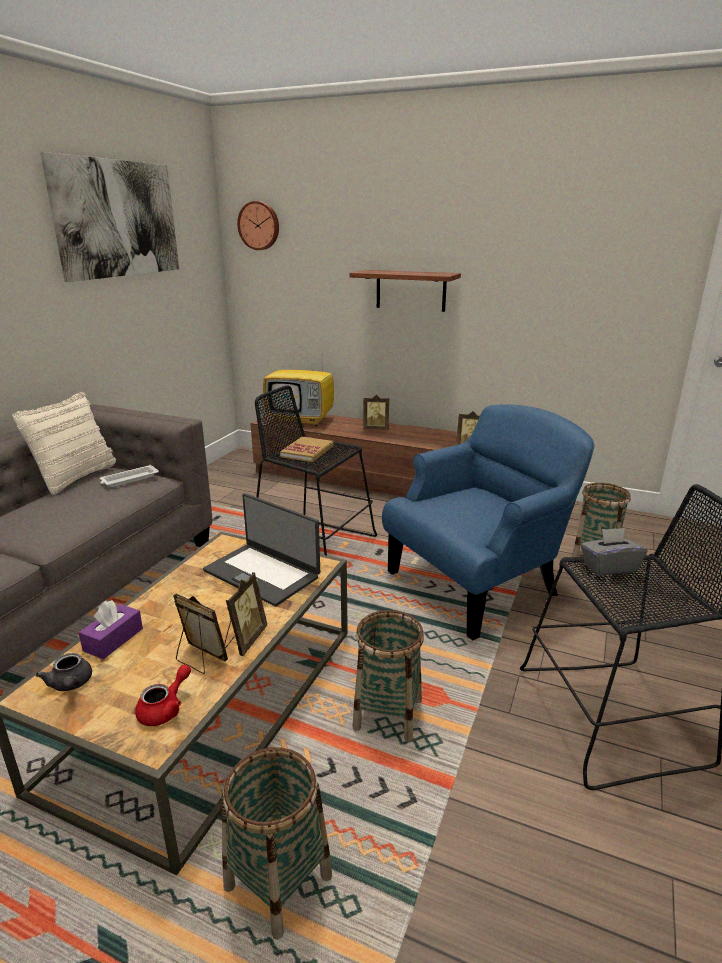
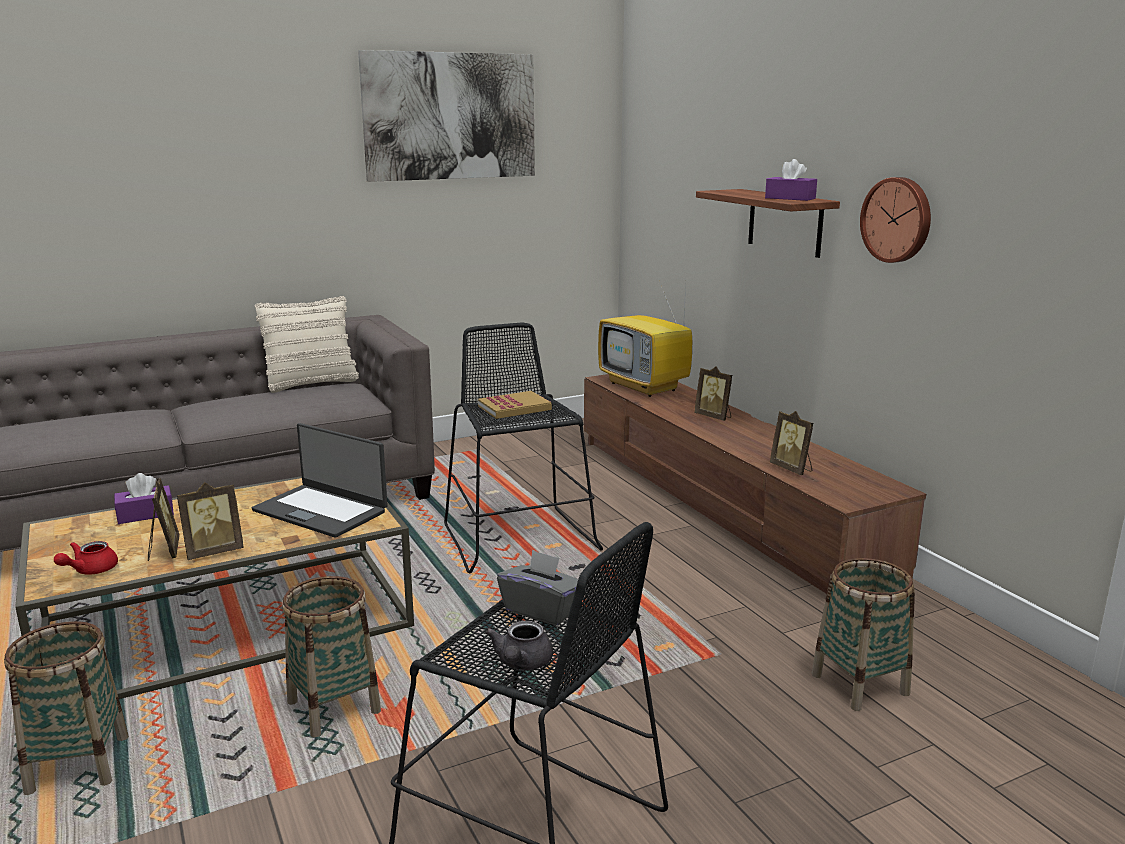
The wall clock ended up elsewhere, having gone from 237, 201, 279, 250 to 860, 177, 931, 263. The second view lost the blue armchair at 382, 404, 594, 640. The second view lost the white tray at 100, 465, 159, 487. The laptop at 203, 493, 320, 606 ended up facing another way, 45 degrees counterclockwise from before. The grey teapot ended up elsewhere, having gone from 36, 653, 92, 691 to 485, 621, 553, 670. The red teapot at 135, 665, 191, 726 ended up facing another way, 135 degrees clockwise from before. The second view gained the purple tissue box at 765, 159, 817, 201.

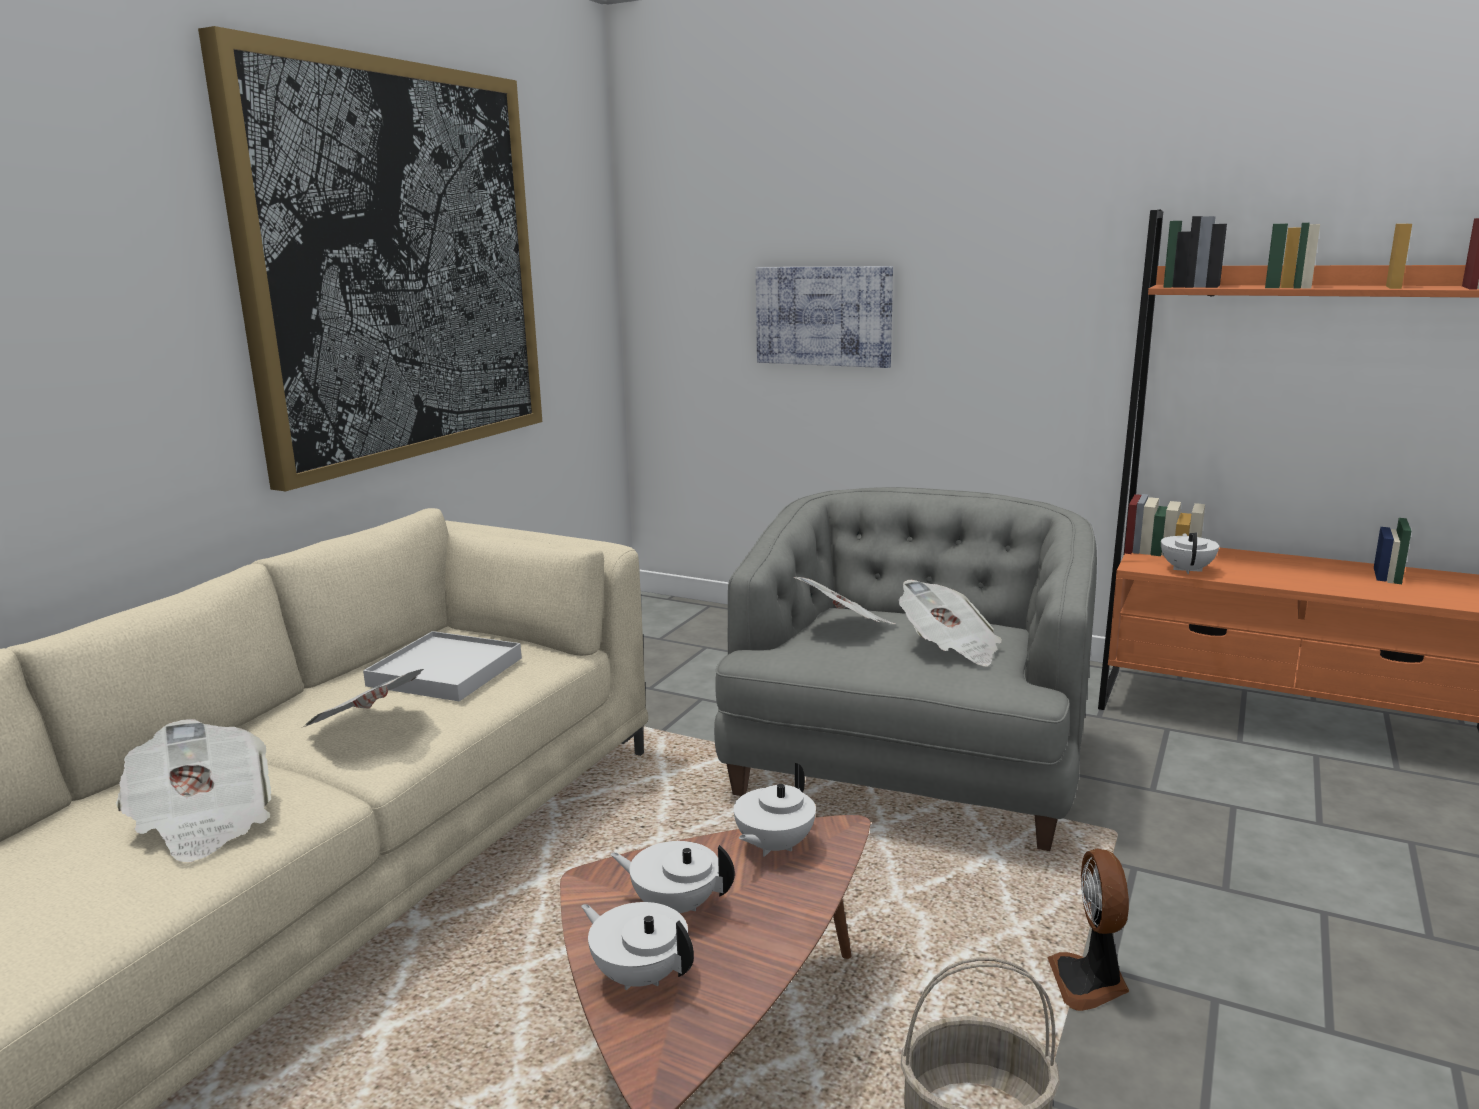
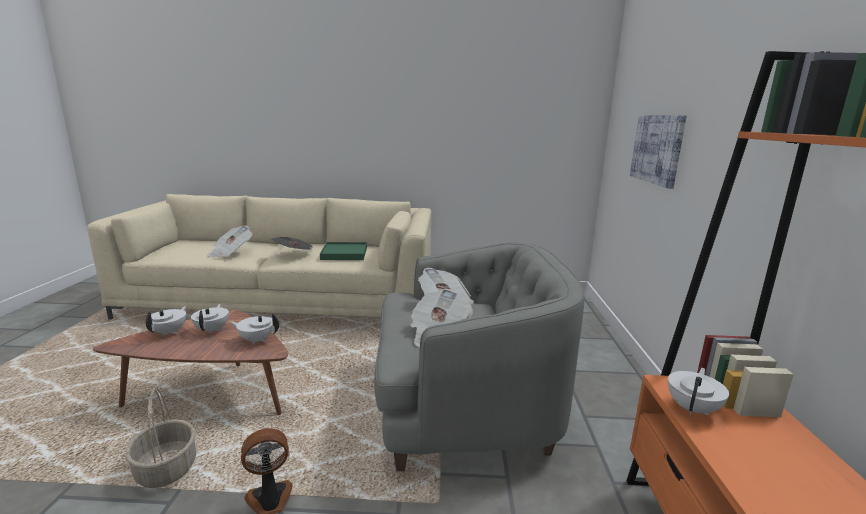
The second view lost the picture at 198, 26, 542, 491. The white teapot at 1161, 532, 1219, 574 ended up facing another way, 45 degrees counterclockwise from before. What was the white tray at 363, 631, 522, 701 turned into the green tray at 320, 242, 367, 260.

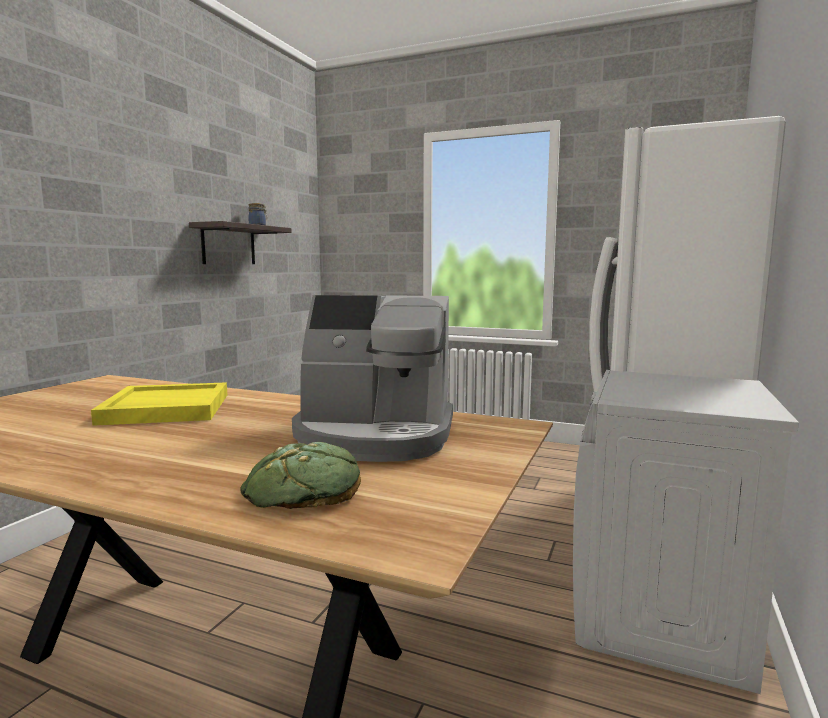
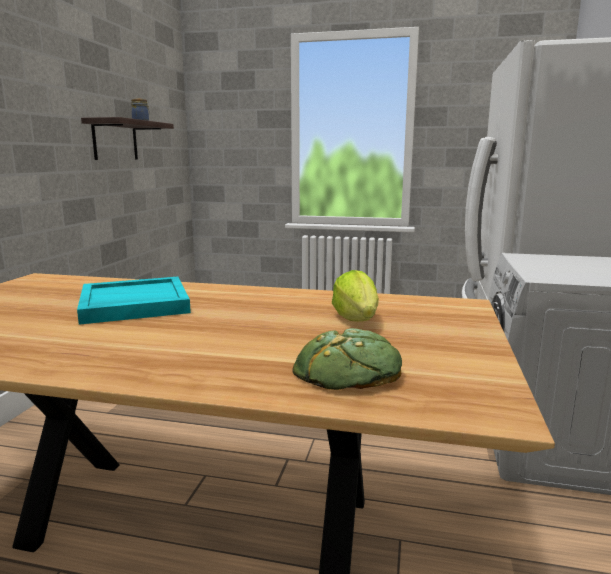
Where the coffee machine stood at 292, 295, 453, 462, the lettuce came to stand at 332, 270, 379, 321. What was the yellow tray at 91, 382, 227, 426 turned into the turquoise tray at 77, 277, 191, 325.

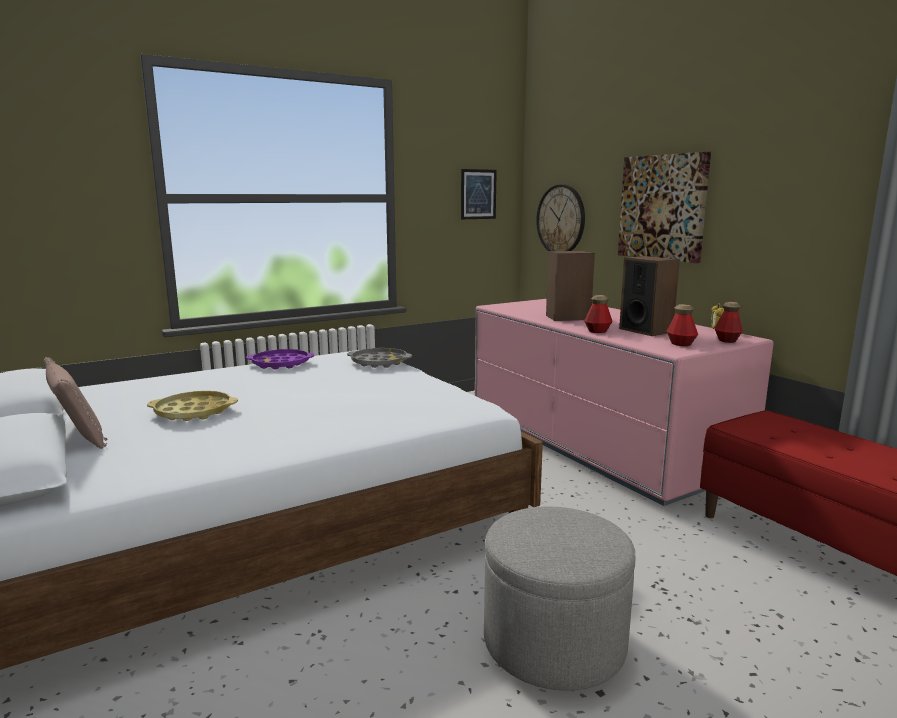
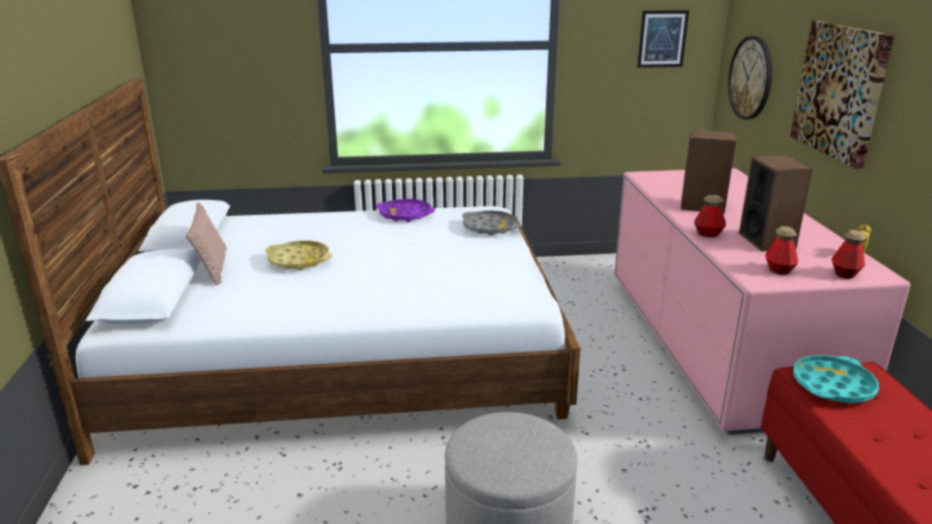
The second view gained the turquoise tray at 793, 355, 879, 403.

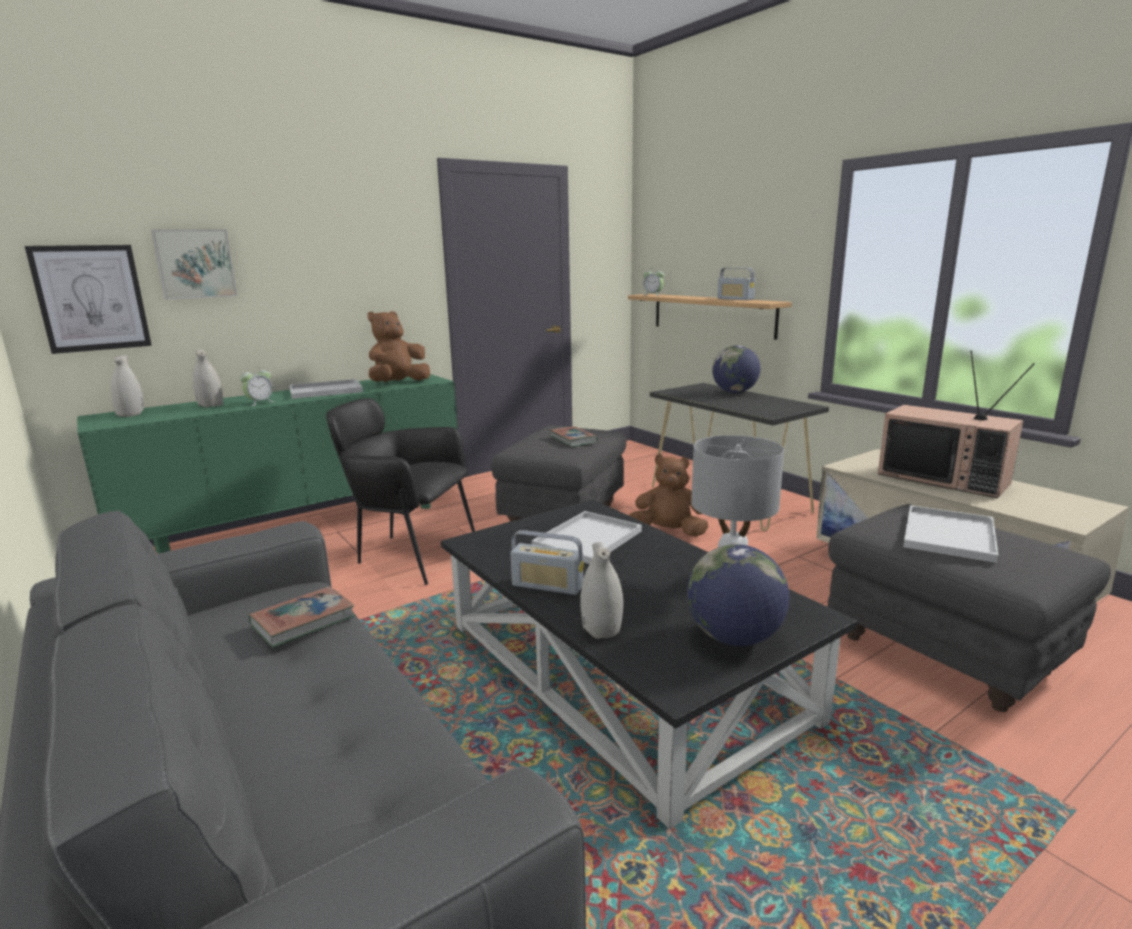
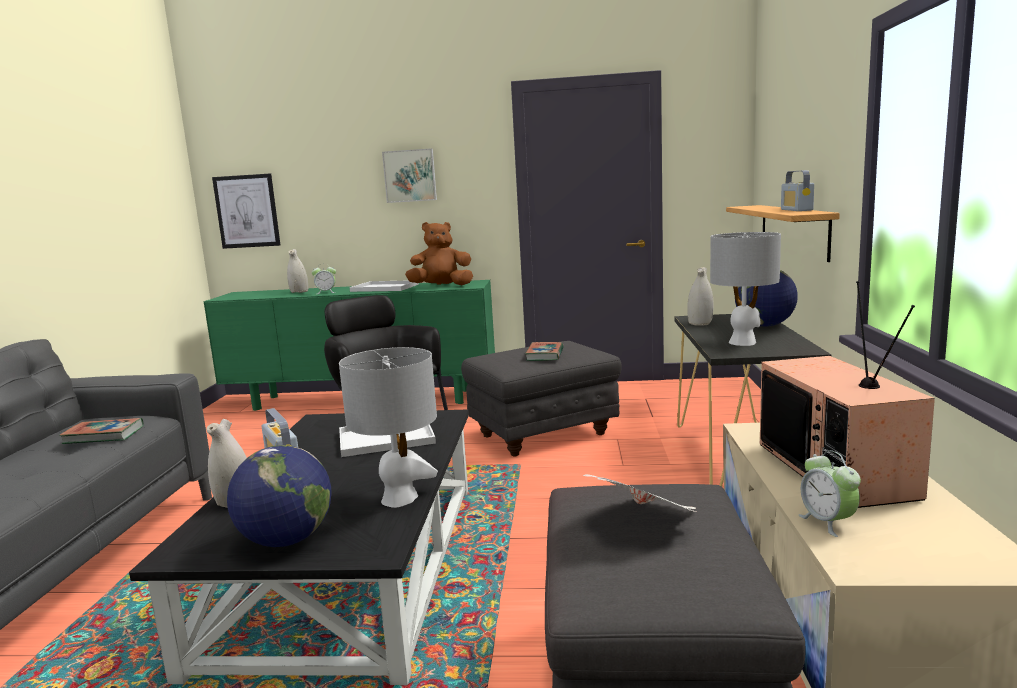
The picture ended up elsewhere, having gone from 151, 230, 237, 300 to 382, 148, 437, 203. The alarm clock ended up elsewhere, having gone from 643, 267, 665, 296 to 799, 450, 861, 537. The white vase ended up elsewhere, having gone from 111, 355, 144, 417 to 687, 267, 714, 326. The second view lost the brown plush toy at 628, 454, 708, 537. Where the white tray stood at 903, 505, 998, 563, the newspaper came to stand at 583, 474, 696, 512. The second view gained the grey table lamp at 710, 232, 781, 346.

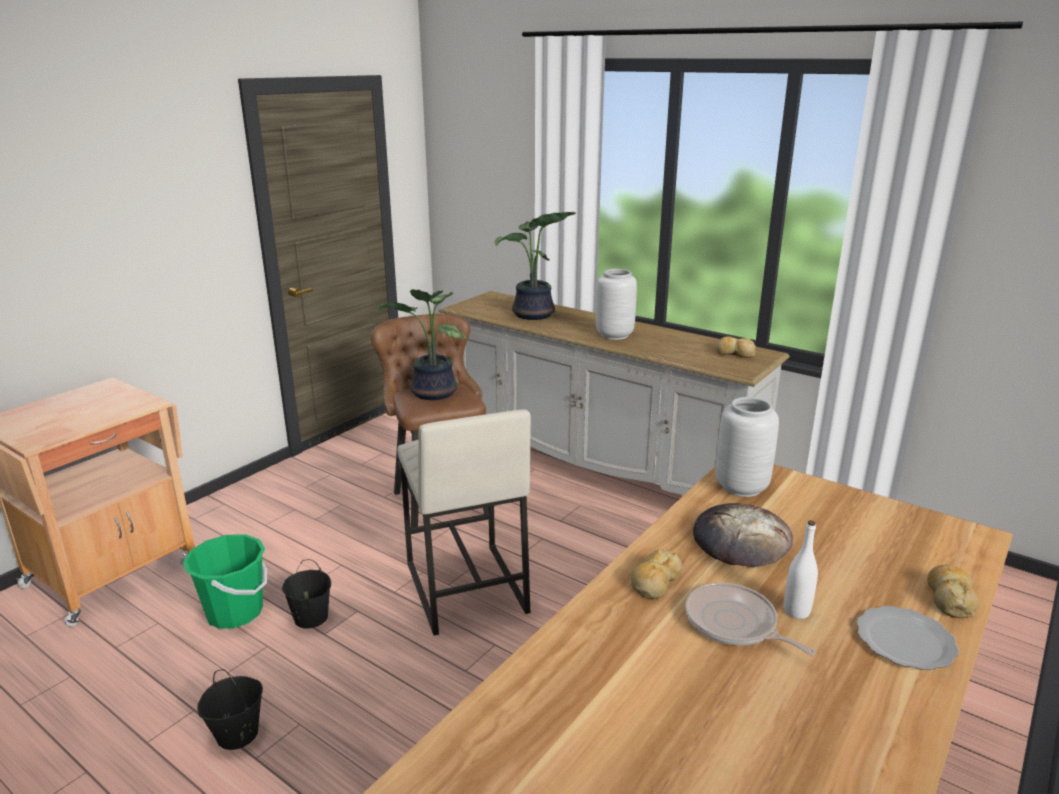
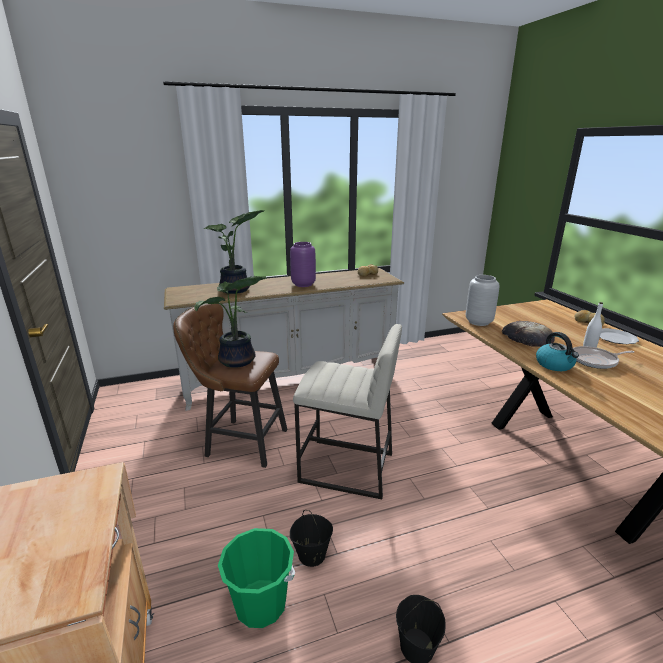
What was the grey vase at 596, 269, 637, 340 turned into the purple vase at 290, 242, 316, 287. Where the bread stood at 631, 549, 682, 599, the kettle came to stand at 536, 332, 579, 371.

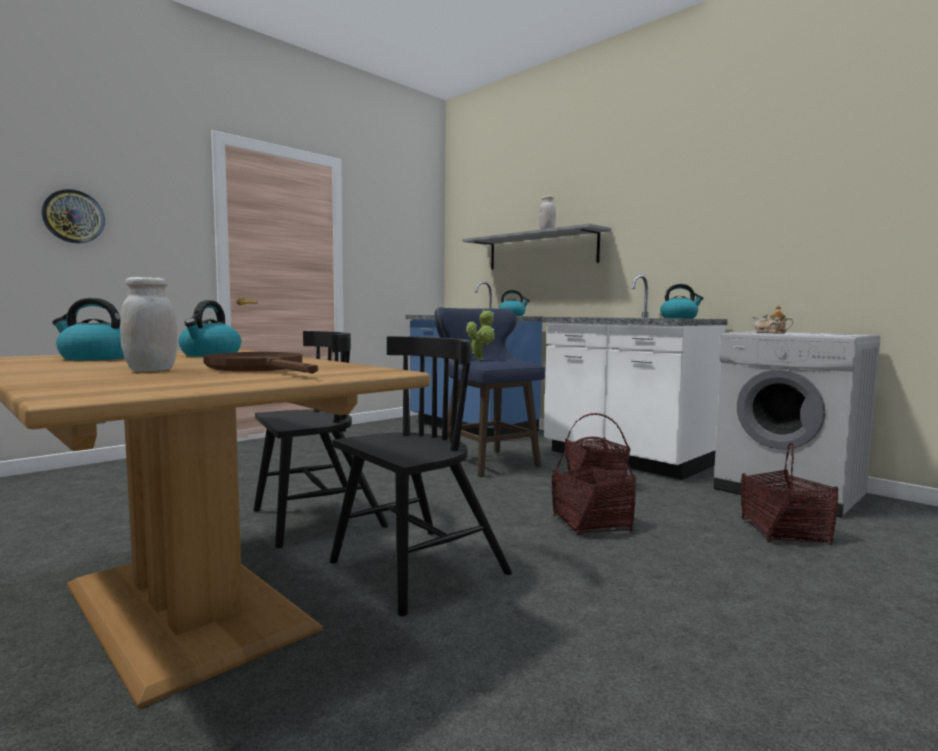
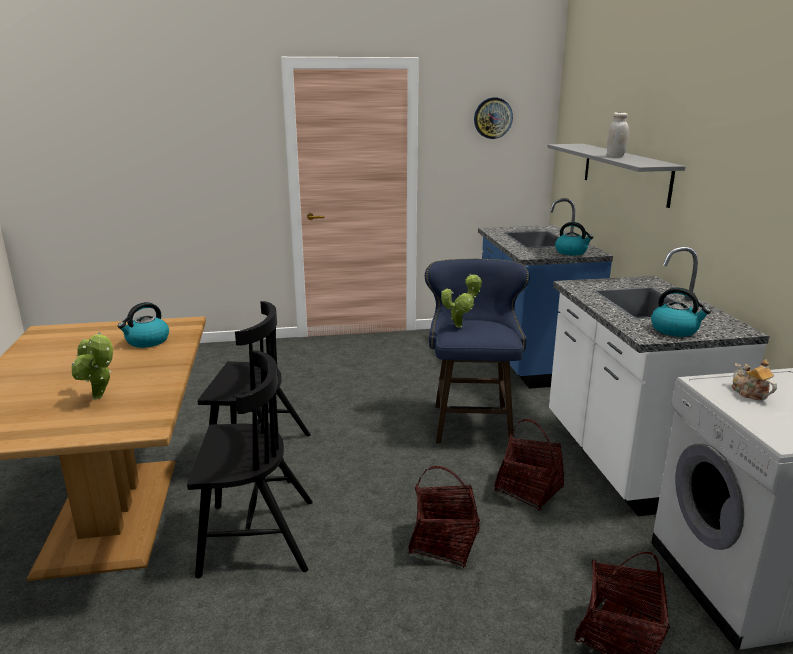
The wall clock ended up elsewhere, having gone from 41, 189, 105, 244 to 474, 97, 513, 139. The second view lost the white jar at 120, 277, 177, 371. The second view lost the kettle at 52, 298, 125, 360. Where the brown frying pan stood at 203, 352, 318, 374, the potted plant came to stand at 72, 332, 113, 400.

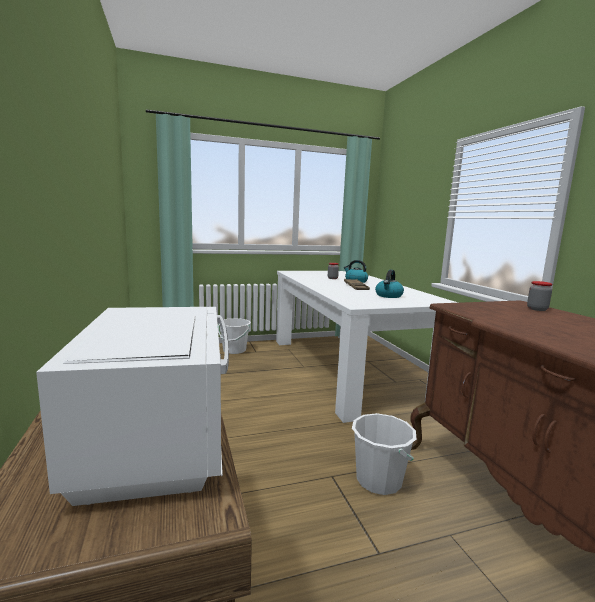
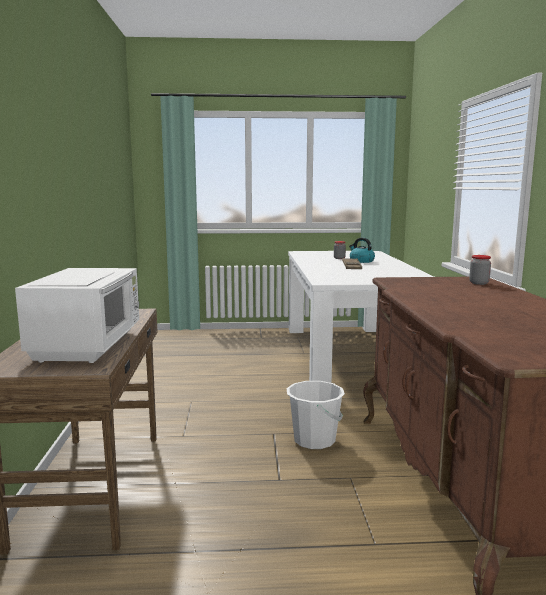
The second view lost the kettle at 375, 270, 404, 298. The second view lost the white bucket at 218, 318, 251, 354.

